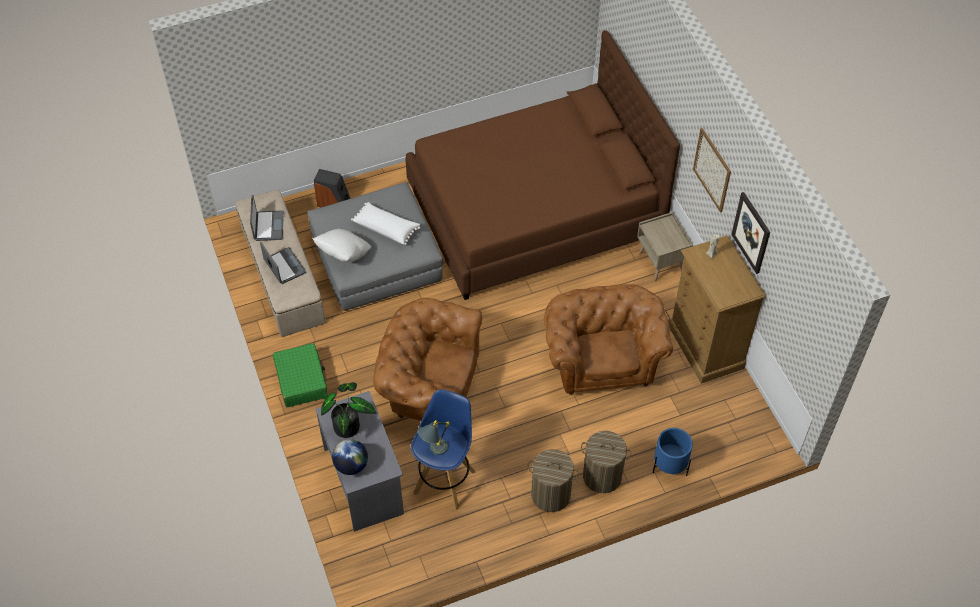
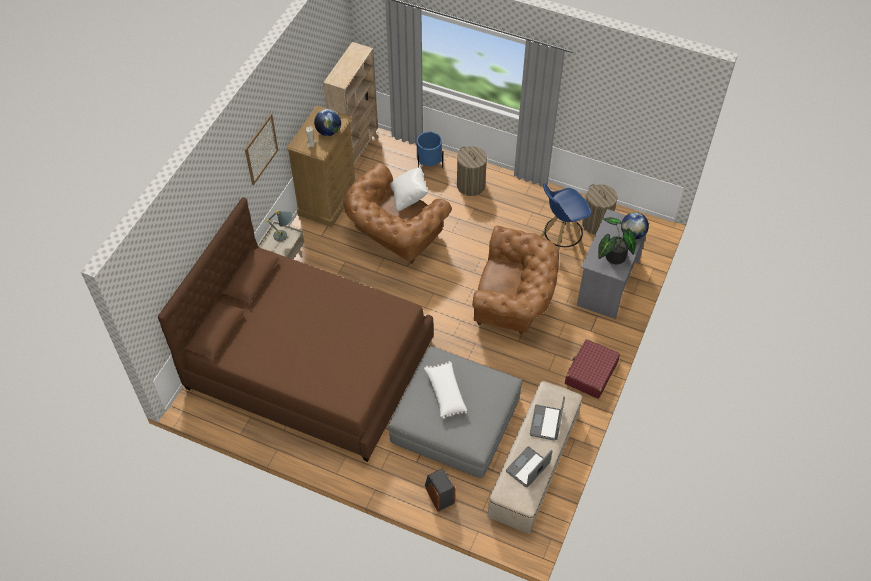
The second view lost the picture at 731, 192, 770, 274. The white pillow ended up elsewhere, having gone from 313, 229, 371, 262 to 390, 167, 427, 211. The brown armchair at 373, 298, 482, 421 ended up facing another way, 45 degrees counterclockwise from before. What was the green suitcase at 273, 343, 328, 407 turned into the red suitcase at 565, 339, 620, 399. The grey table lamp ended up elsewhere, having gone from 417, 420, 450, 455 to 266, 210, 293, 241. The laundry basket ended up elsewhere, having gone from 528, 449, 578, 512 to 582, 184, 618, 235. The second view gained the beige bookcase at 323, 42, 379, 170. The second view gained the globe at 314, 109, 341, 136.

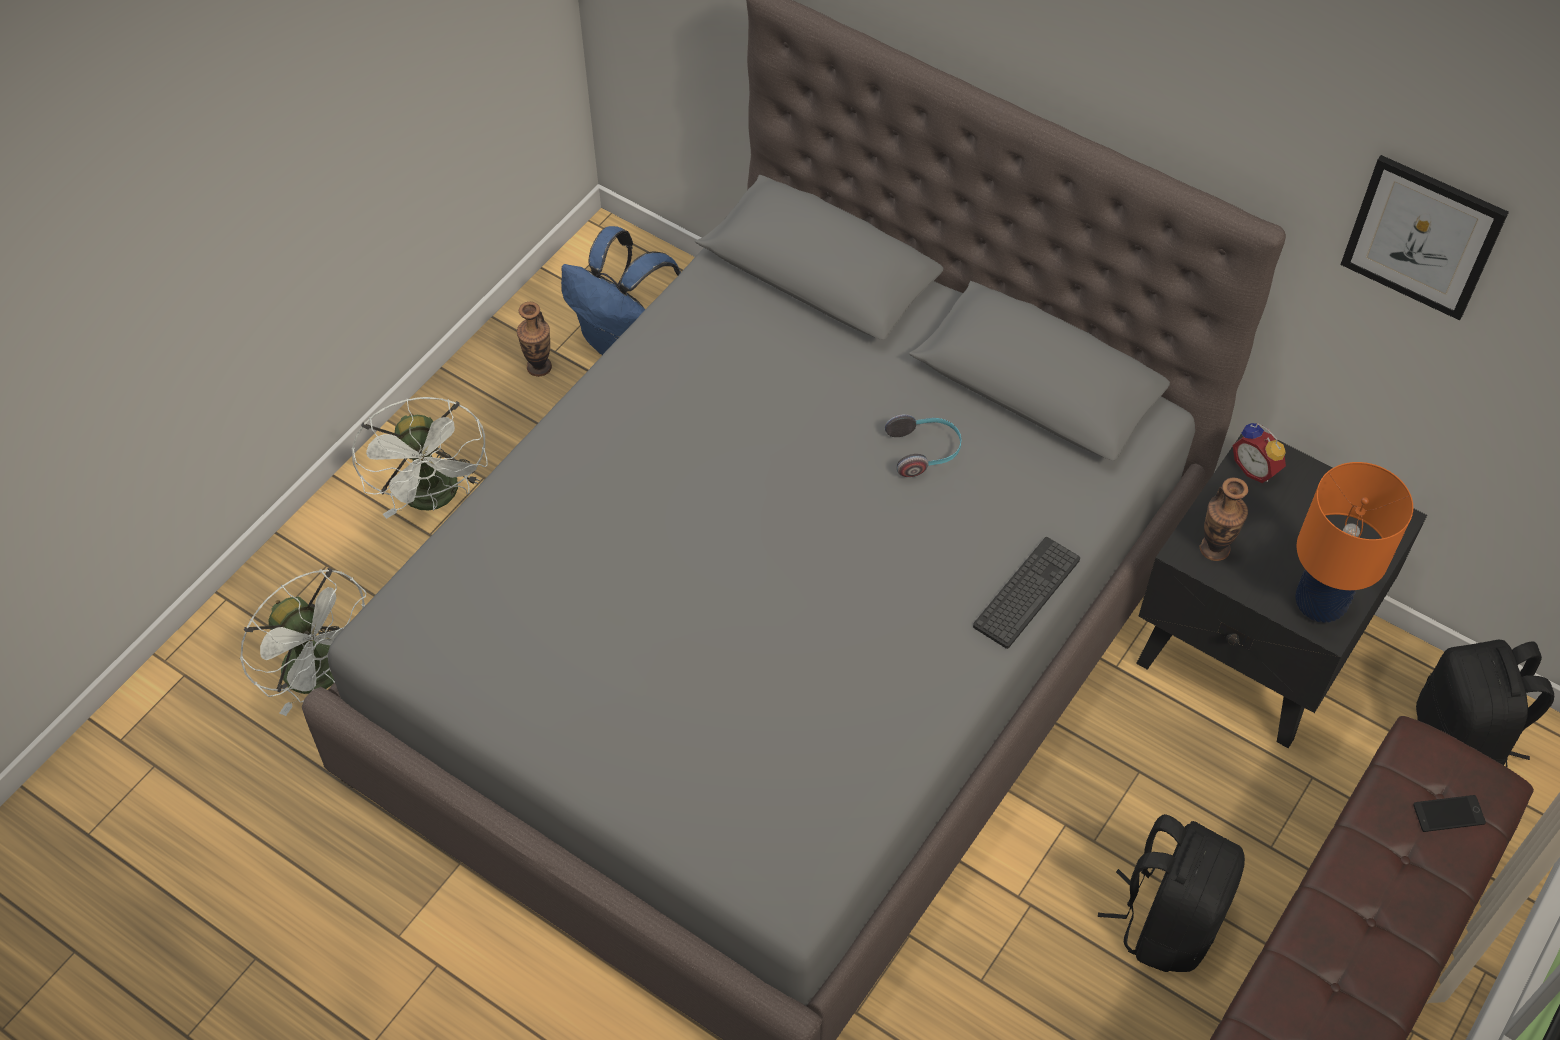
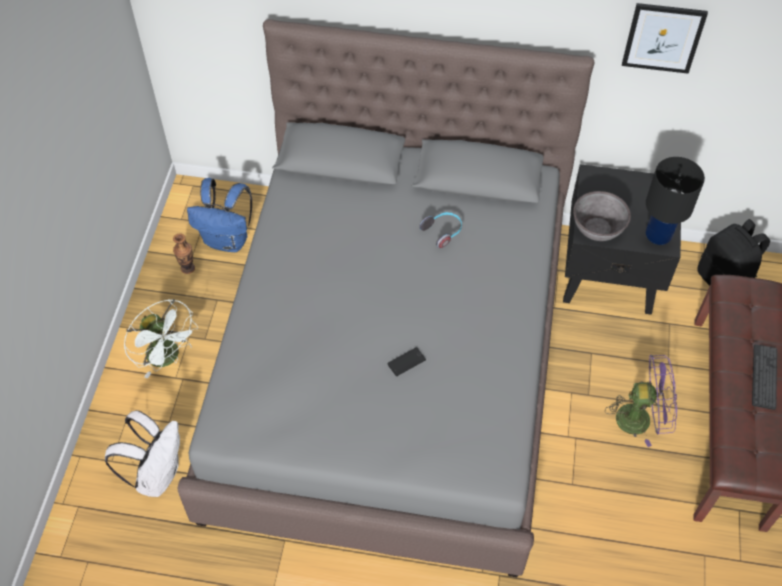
The second view lost the alarm clock at 1233, 423, 1286, 483. What was the orange table lamp at 1295, 462, 1413, 623 turned into the black table lamp at 646, 157, 705, 245. Where the vase stood at 1200, 477, 1248, 561, the grey bowl came to stand at 573, 191, 631, 241. The keyboard ended up elsewhere, having gone from 973, 537, 1080, 649 to 752, 344, 777, 410. Where the white fan stood at 240, 568, 367, 716, the white backpack came to stand at 105, 410, 180, 497. The phone ended up elsewhere, having gone from 1413, 795, 1486, 832 to 387, 347, 426, 376. Where the black backpack stood at 1098, 814, 1245, 972, the purple fan came to stand at 605, 355, 677, 447.

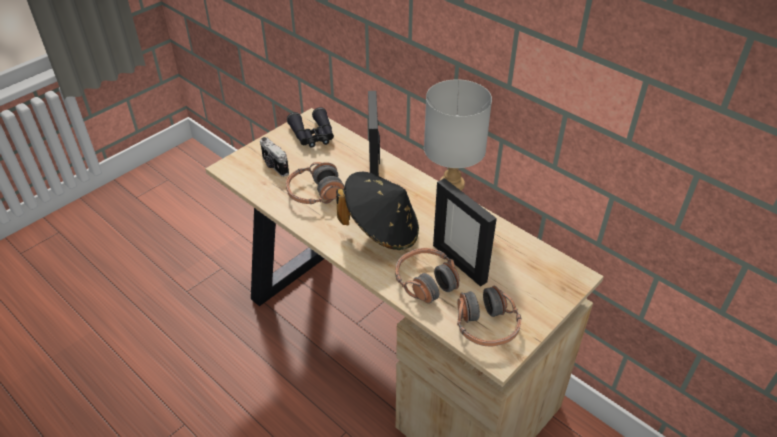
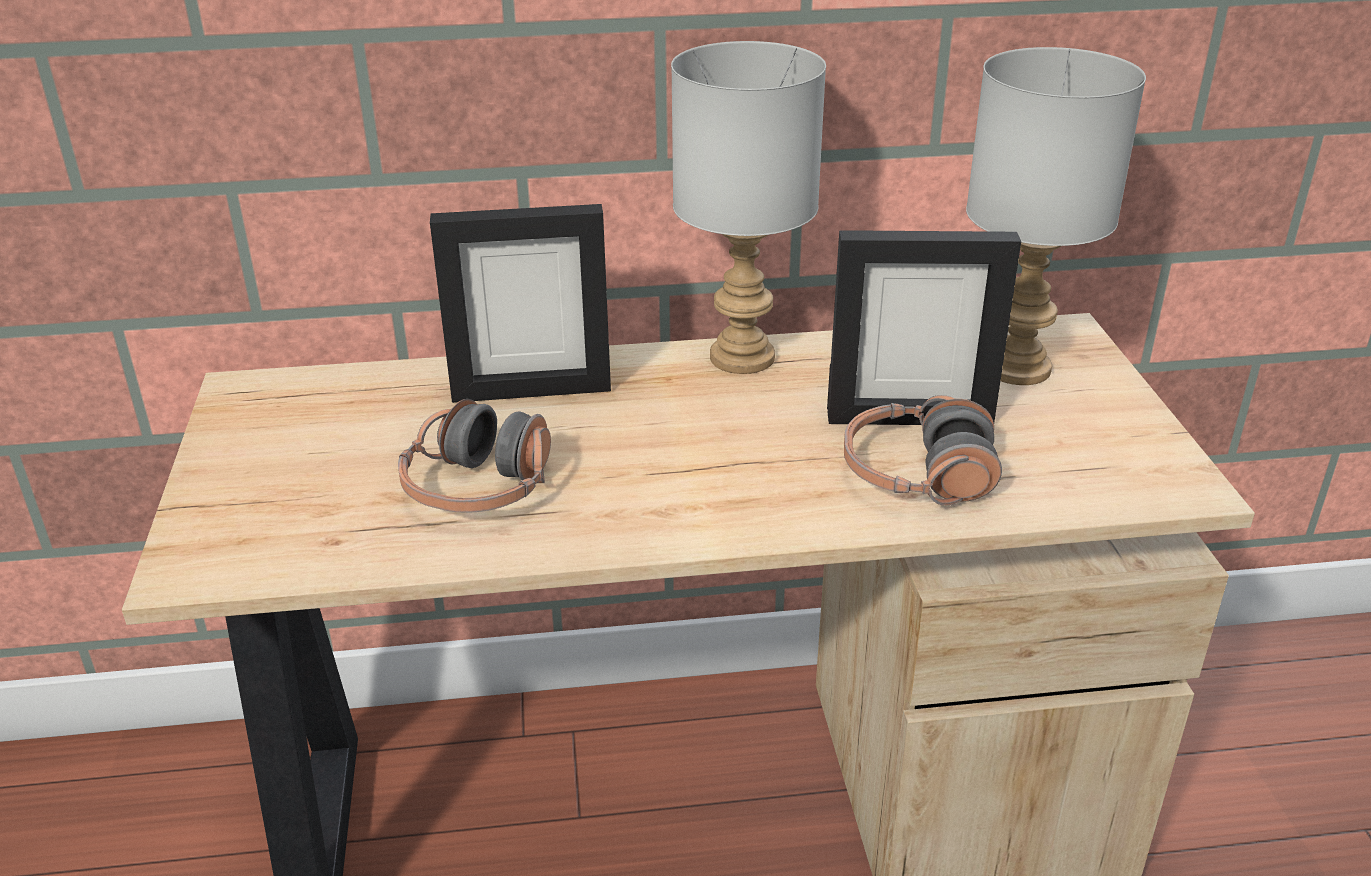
The picture frame at 368, 91, 380, 176 ended up facing another way, 45 degrees counterclockwise from before. The second view lost the black binoculars at 287, 107, 334, 148. The second view lost the photo camera at 260, 137, 289, 177. The second view lost the black hat at 336, 172, 419, 250. The second view lost the headphones at 457, 286, 522, 346. The second view gained the grey table lamp at 966, 47, 1146, 385.

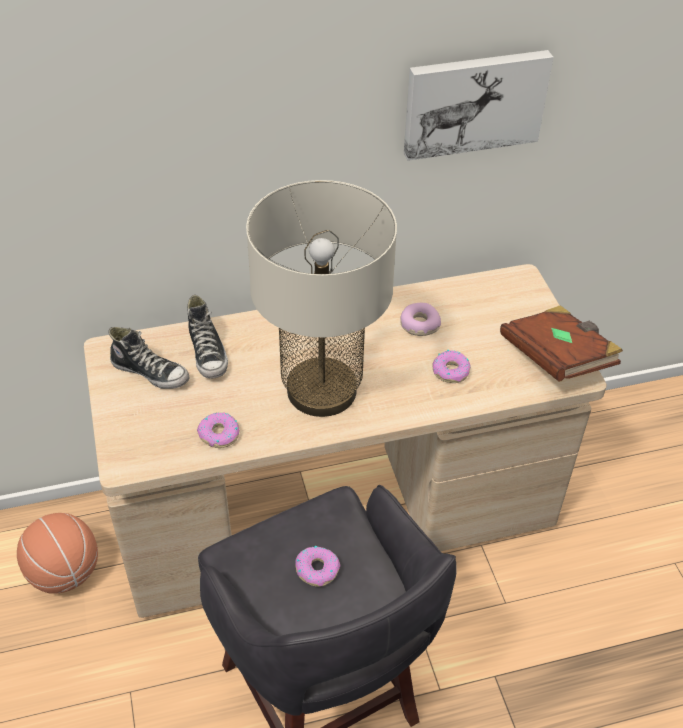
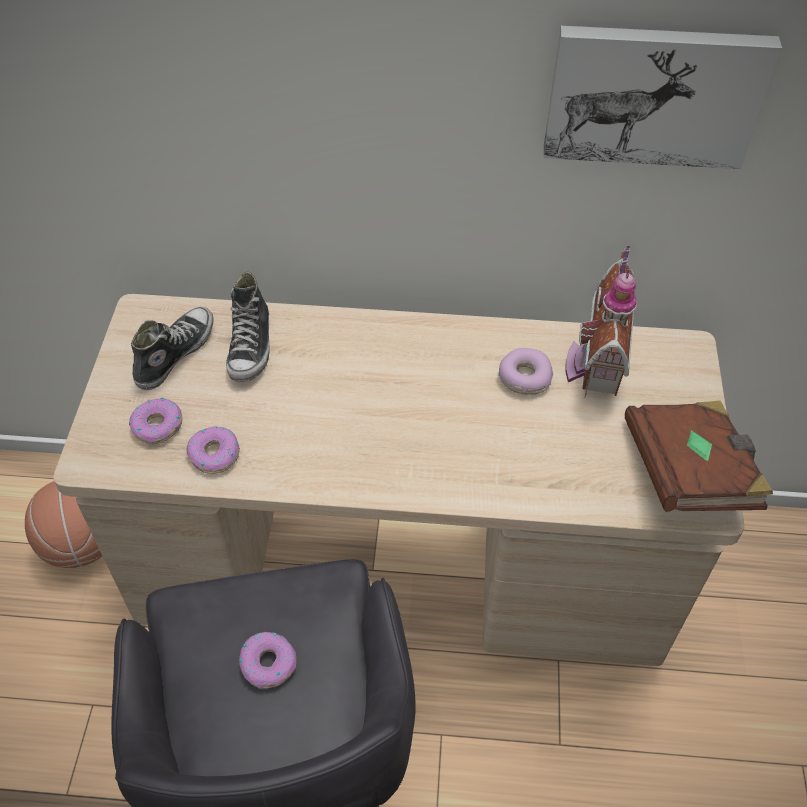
The second view lost the table lamp at 246, 180, 397, 417. The shoe at 108, 327, 190, 389 ended up facing another way, 105 degrees counterclockwise from before. The donut ended up elsewhere, having gone from 432, 350, 471, 383 to 129, 397, 183, 444. The second view gained the toy house at 565, 245, 637, 397.

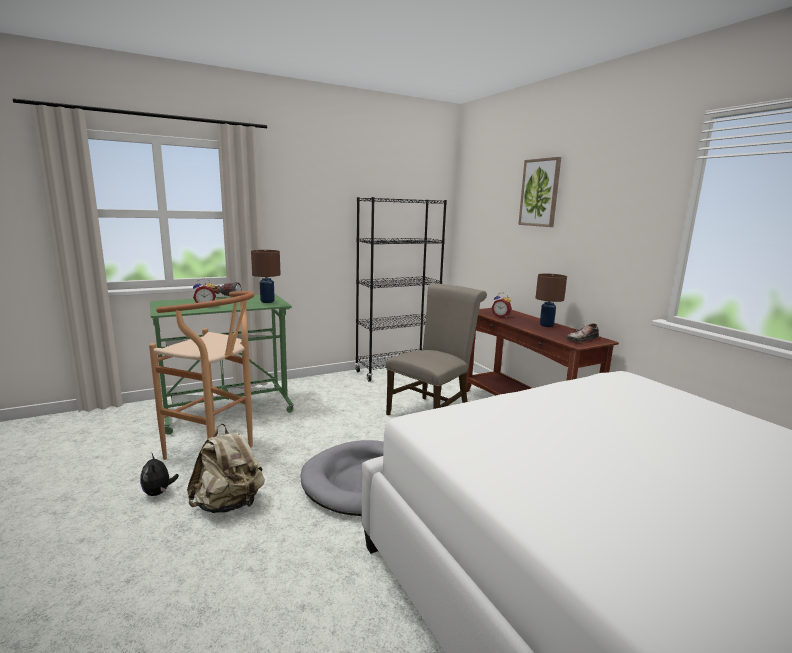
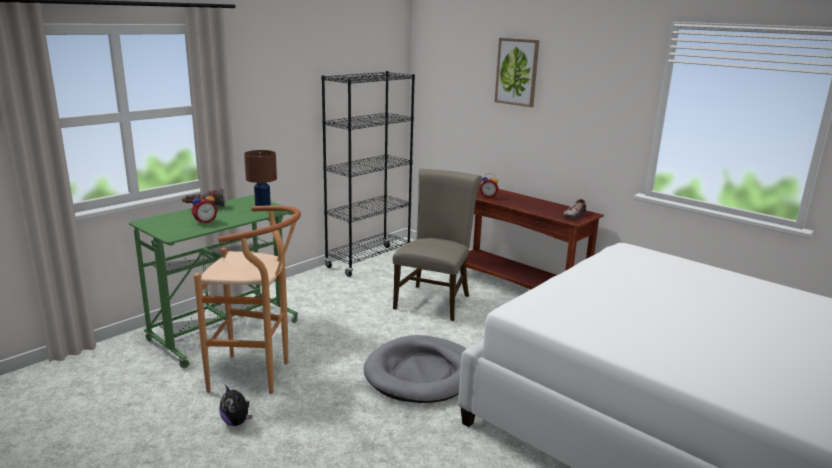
The second view lost the brown table lamp at 536, 273, 567, 327. The second view lost the beige backpack at 187, 424, 265, 513.

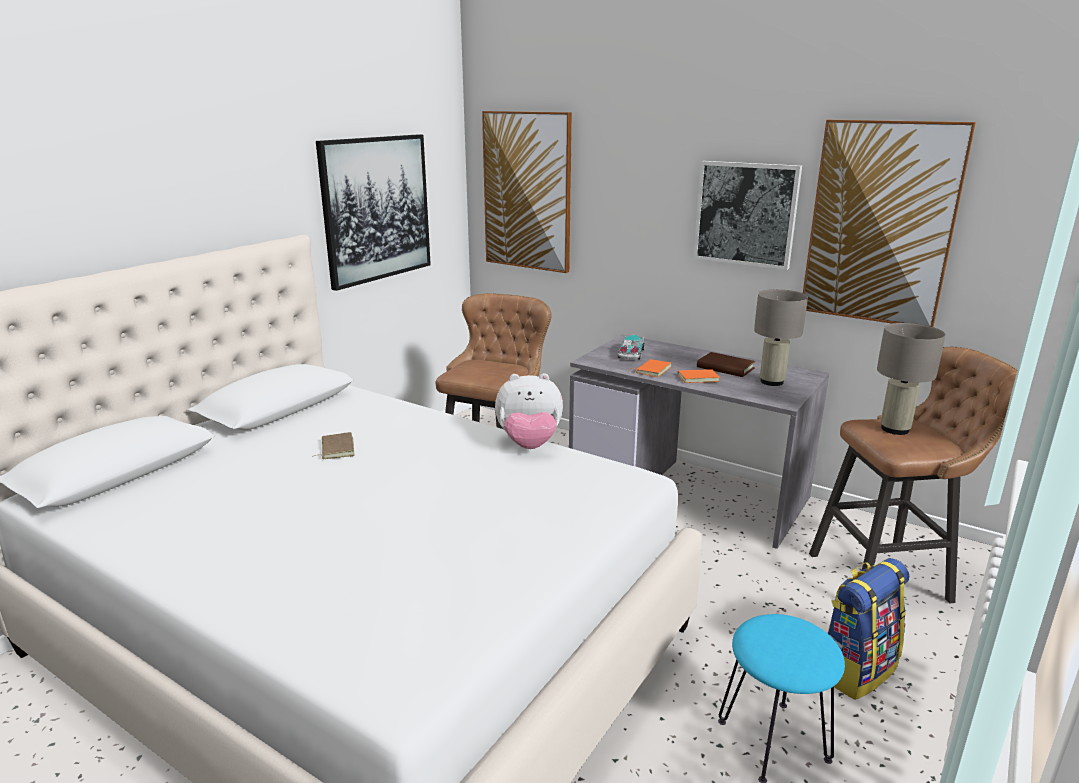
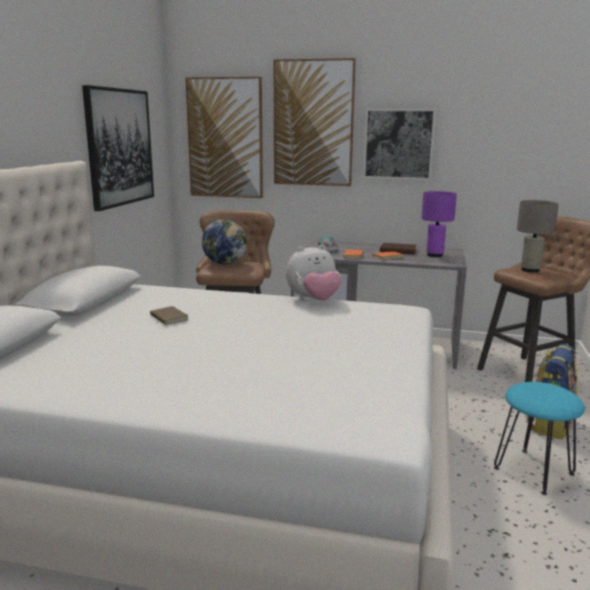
The picture ended up elsewhere, having gone from 803, 120, 976, 327 to 274, 58, 356, 186. What was the grey table lamp at 754, 289, 808, 386 turned into the purple table lamp at 422, 191, 457, 257. The second view gained the globe at 201, 219, 247, 264.

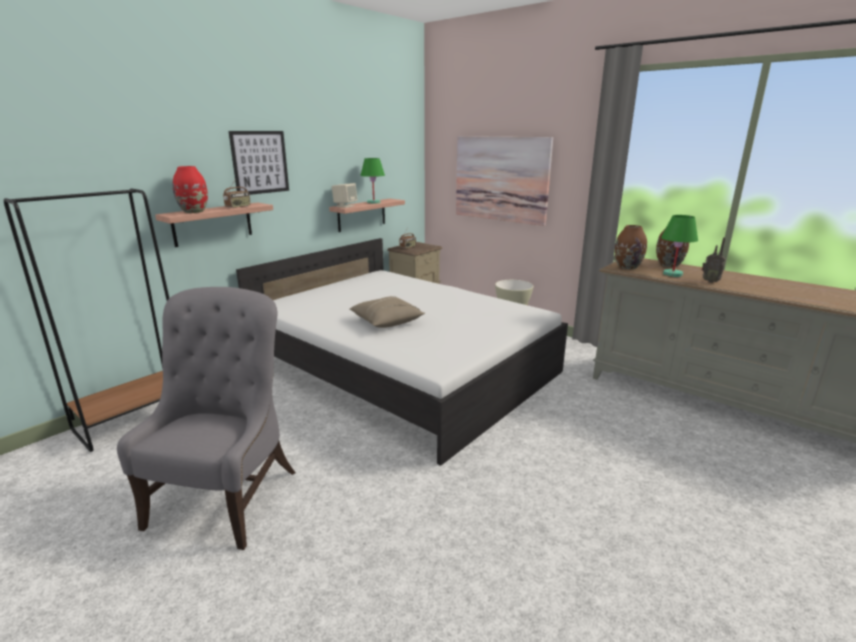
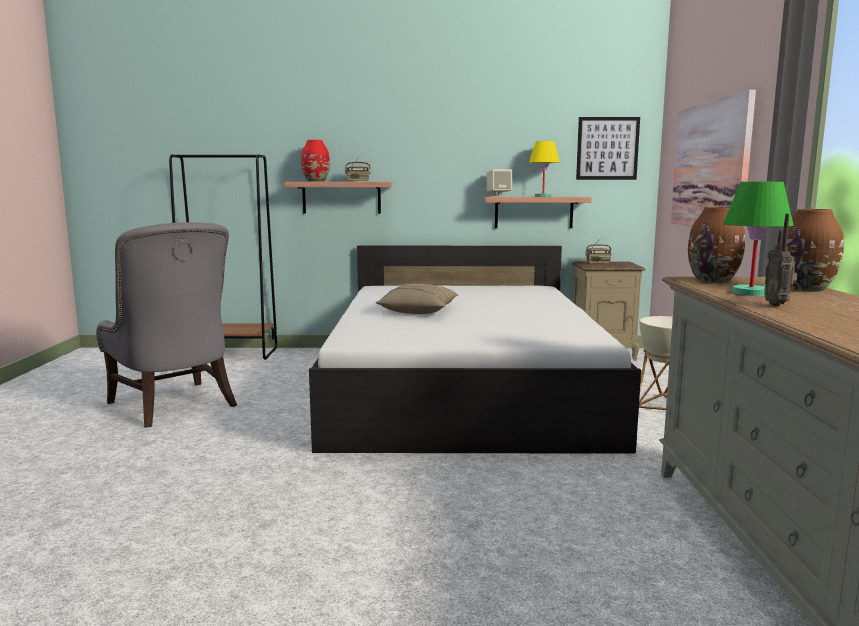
The picture ended up elsewhere, having gone from 229, 131, 289, 195 to 576, 117, 640, 180. What was the green table lamp at 360, 158, 385, 204 turned into the yellow table lamp at 529, 141, 560, 197. The grey chair at 117, 287, 296, 550 ended up facing another way, 75 degrees clockwise from before.

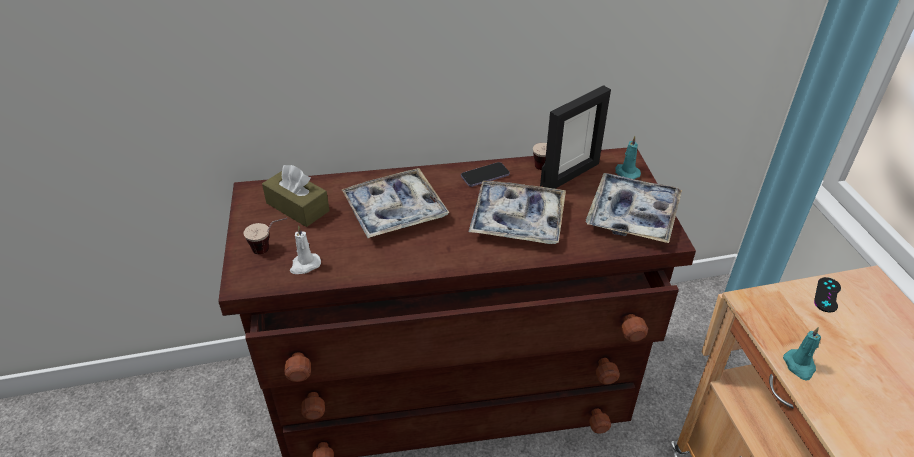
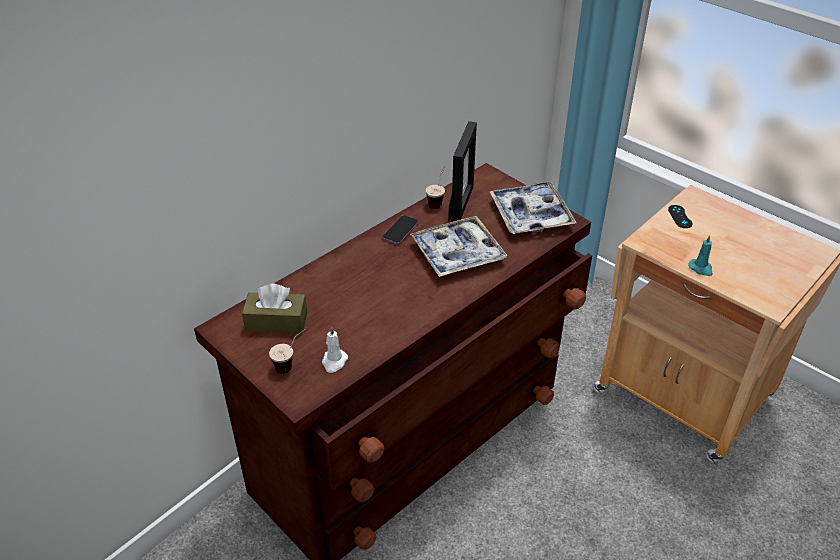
The second view lost the turquoise candle at 615, 136, 641, 179. The second view lost the tray at 342, 168, 449, 238.

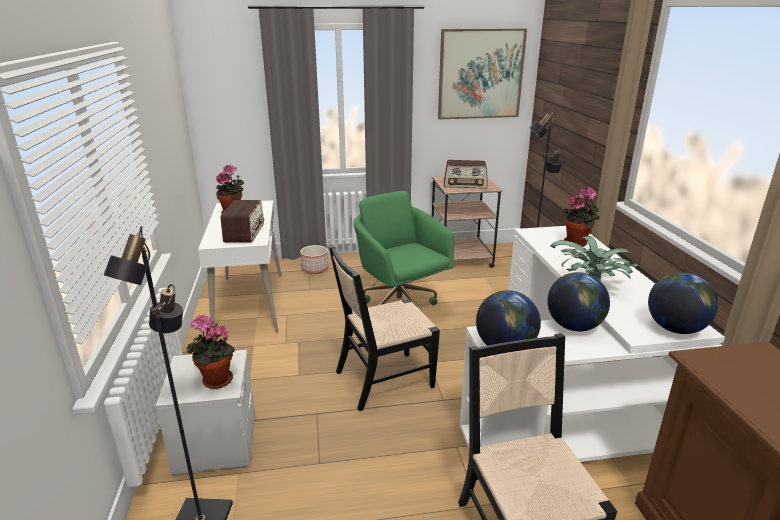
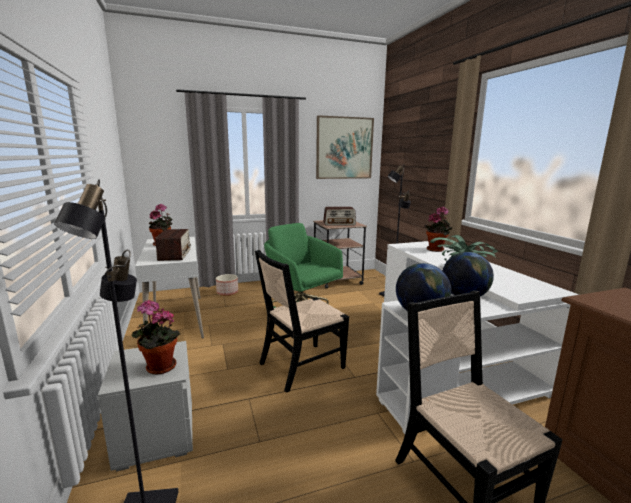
The second view lost the globe at 648, 272, 718, 334.

